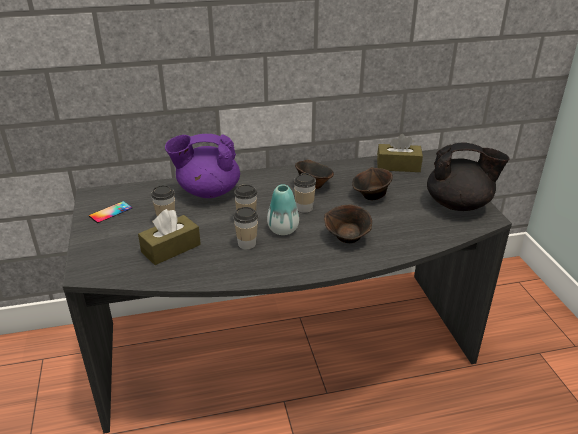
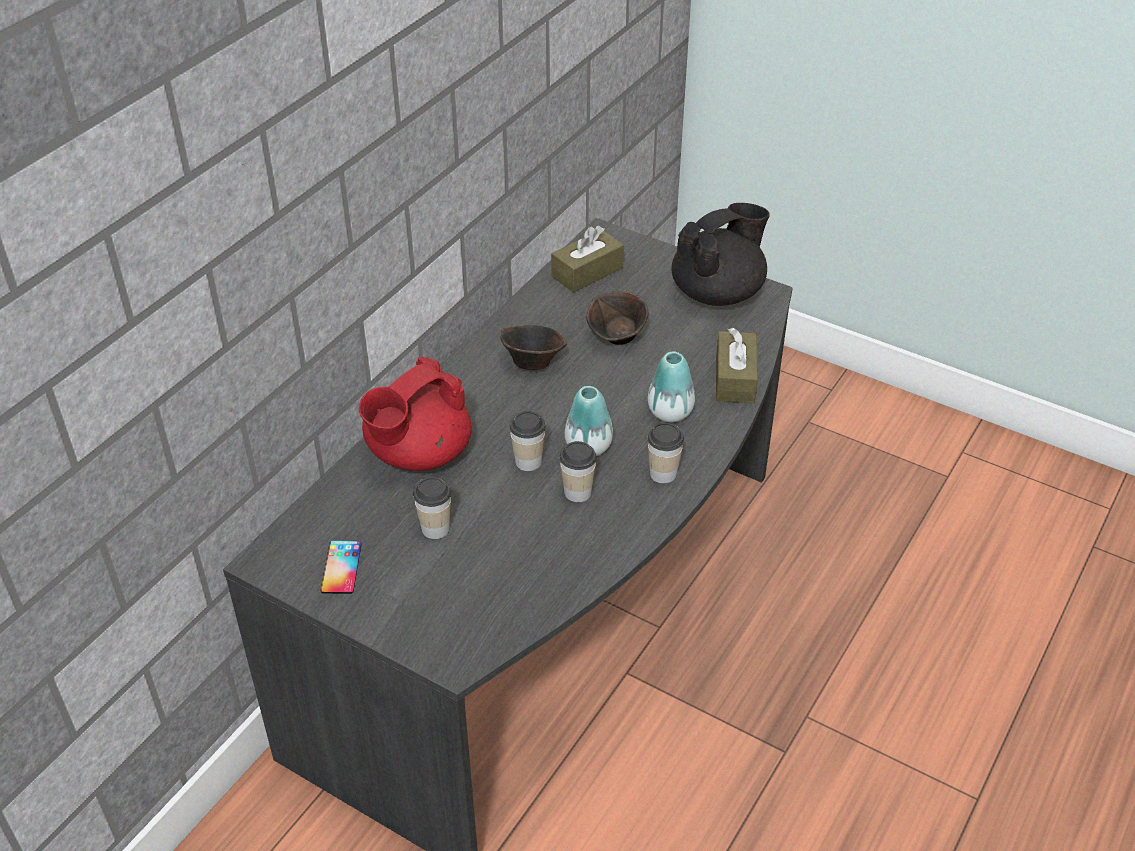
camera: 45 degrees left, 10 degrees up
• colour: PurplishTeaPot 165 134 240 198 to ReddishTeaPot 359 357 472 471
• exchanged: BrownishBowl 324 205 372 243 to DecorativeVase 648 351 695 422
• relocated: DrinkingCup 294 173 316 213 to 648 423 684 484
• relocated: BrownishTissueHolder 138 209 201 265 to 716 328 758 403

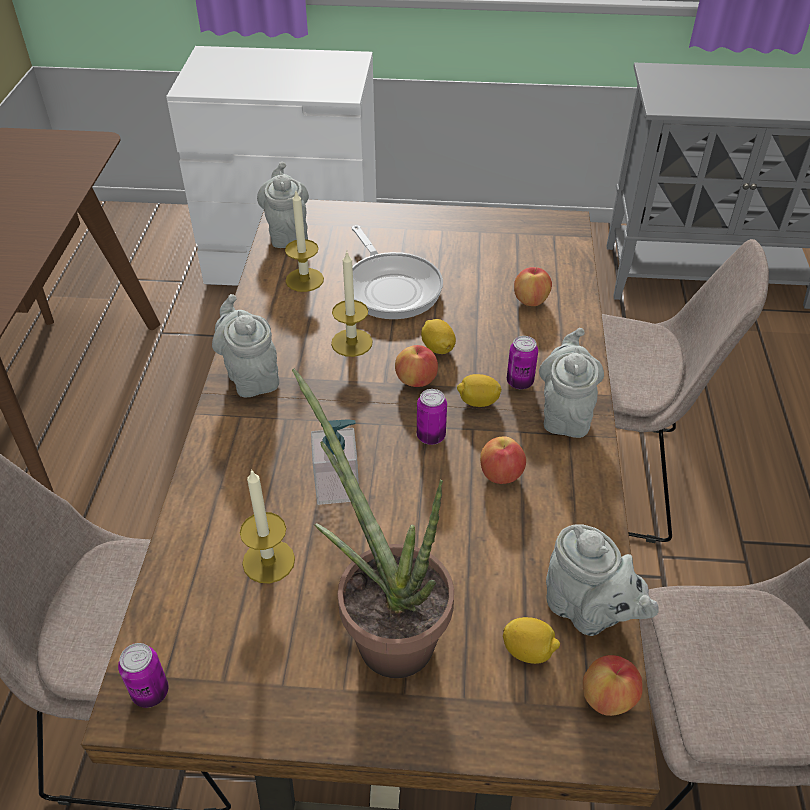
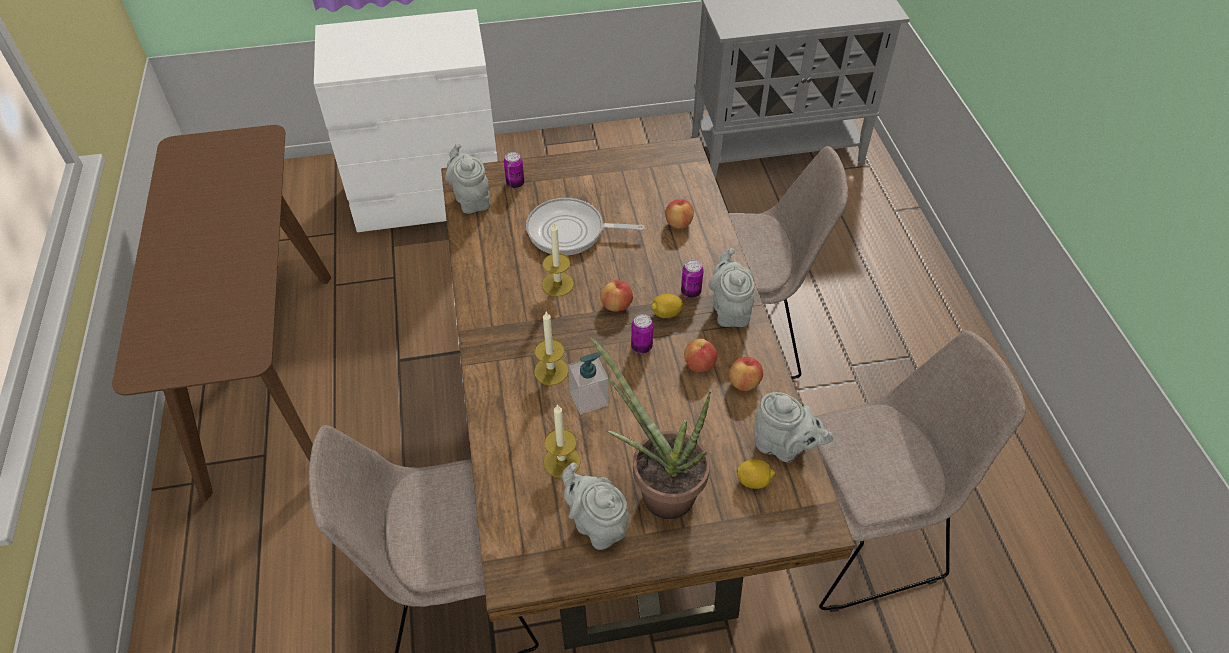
camera: 15 degrees left, 5 degrees up
• relocated: SealedCan 118 643 169 708 to 504 152 524 188
• spun: FryingPan 352 225 443 319 = 526 198 645 256 135 degrees clockwise
• relocated: WaxCandle 285 191 324 292 to 534 312 569 385
• relocated: GreyTeaPot 212 294 279 397 to 562 463 629 550
• relocated: AppleFruit 583 655 643 716 to 729 357 763 391
• missing: Lemon 421 319 456 354

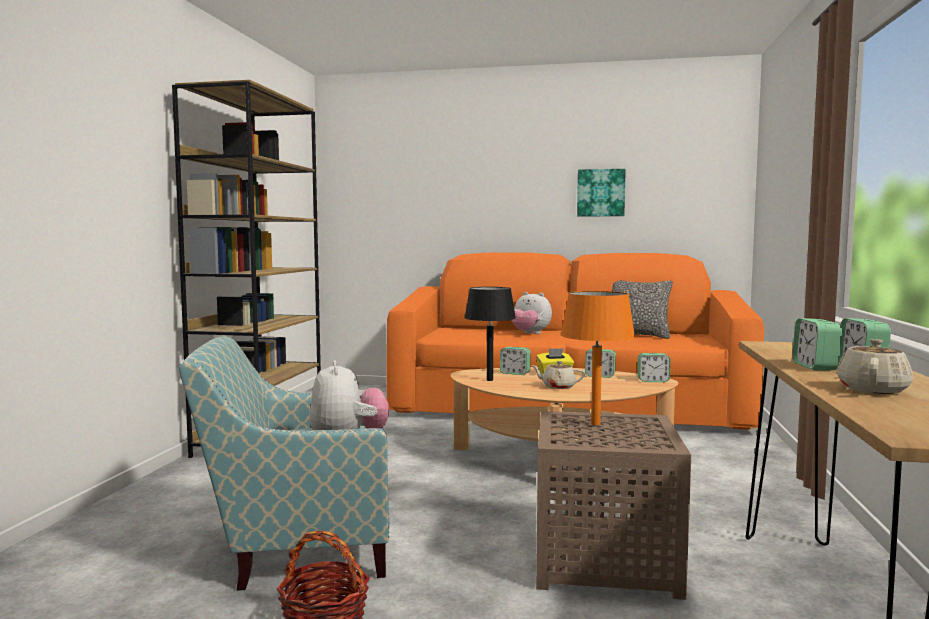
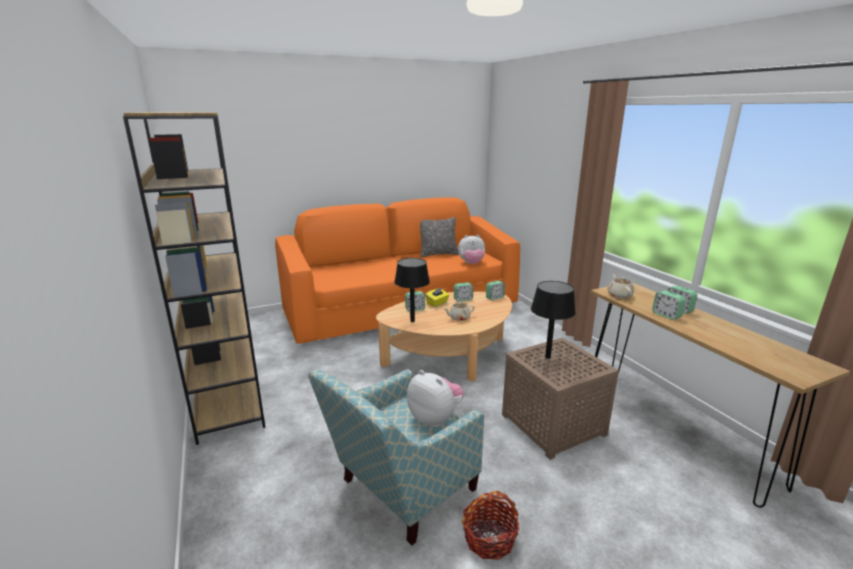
camera: 35 degrees left, 15 degrees up
• relocated: SoftToy 512 292 552 334 to 458 235 485 264
• colour: OrangeTabletopLamp 561 291 635 425 to BlackTabletopLamp 531 281 576 359
• relocated: SandColouredTeaPot 837 339 913 394 to 608 274 634 299
• missing: WallArt 577 169 626 217

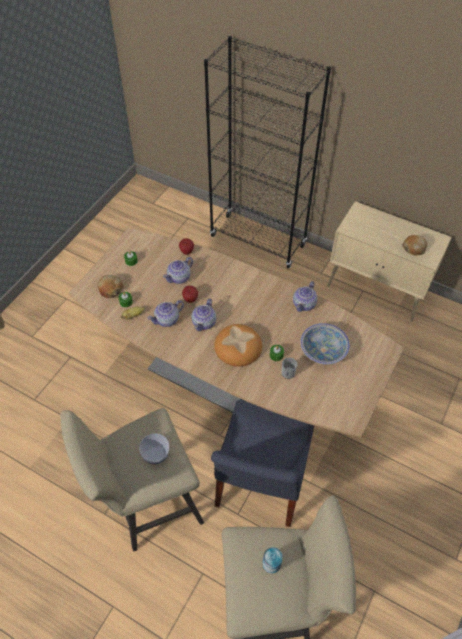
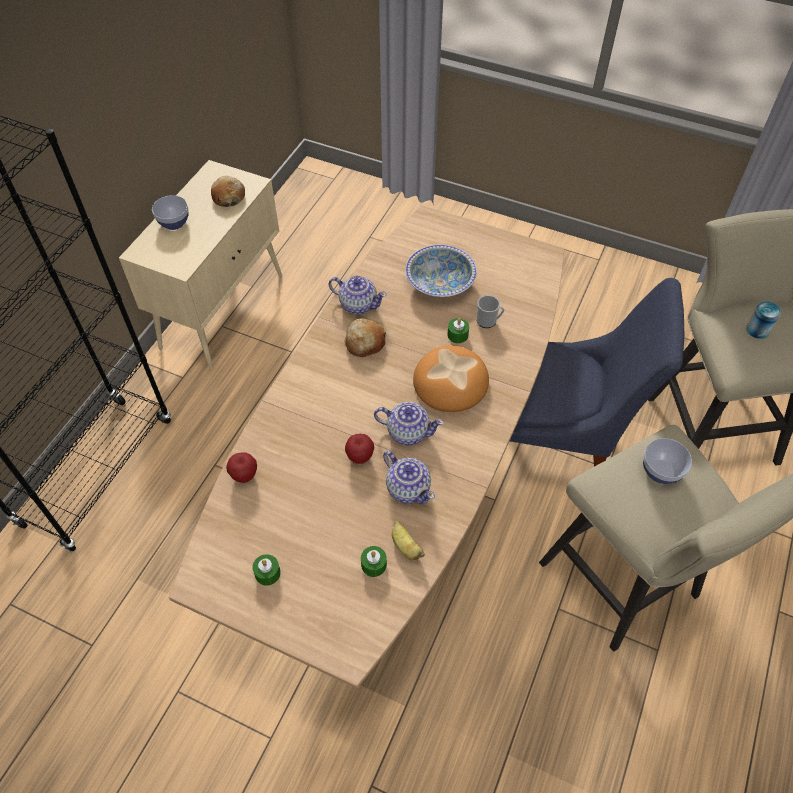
camera: 95 degrees left, 0 degrees up
• appeared: Bowl 152 195 188 230
• relocated: Bread 98 275 123 298 to 344 318 386 357
• missing: TeaPot 163 257 193 284

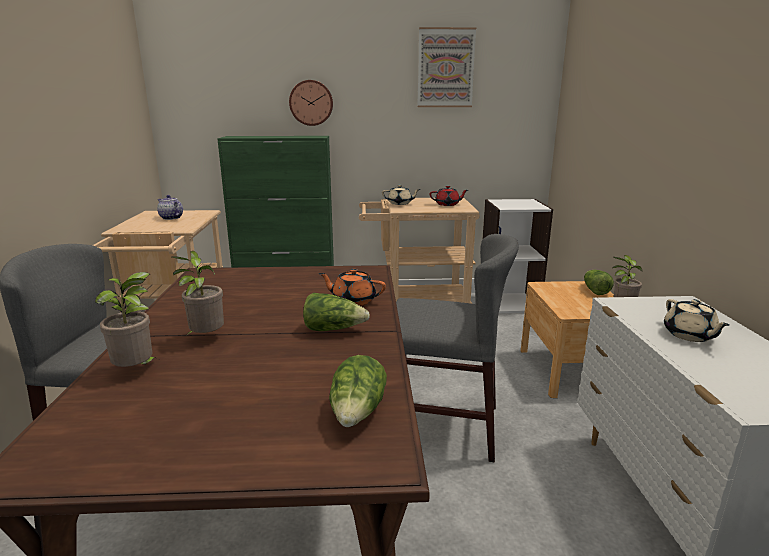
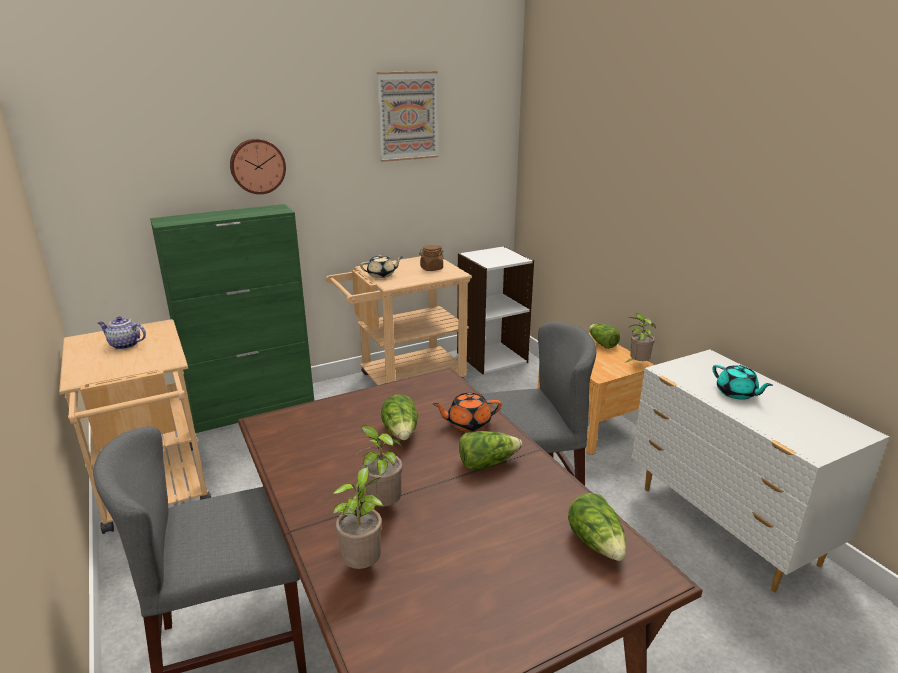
camera: 25 degrees left, 5 degrees up
• appeared: Lettuce 381 394 418 440
• exchanged: ReddishTeaPot 430 186 468 206 to BrownishJar 419 245 444 271
• colour: SandColouredTeaPot 664 299 730 342 to TurquoiseTeaPot 712 365 773 400

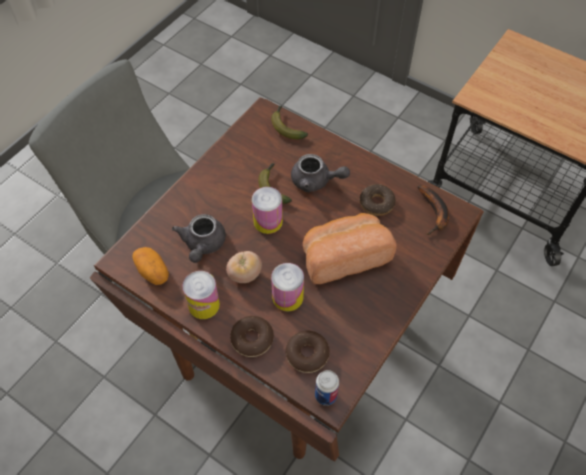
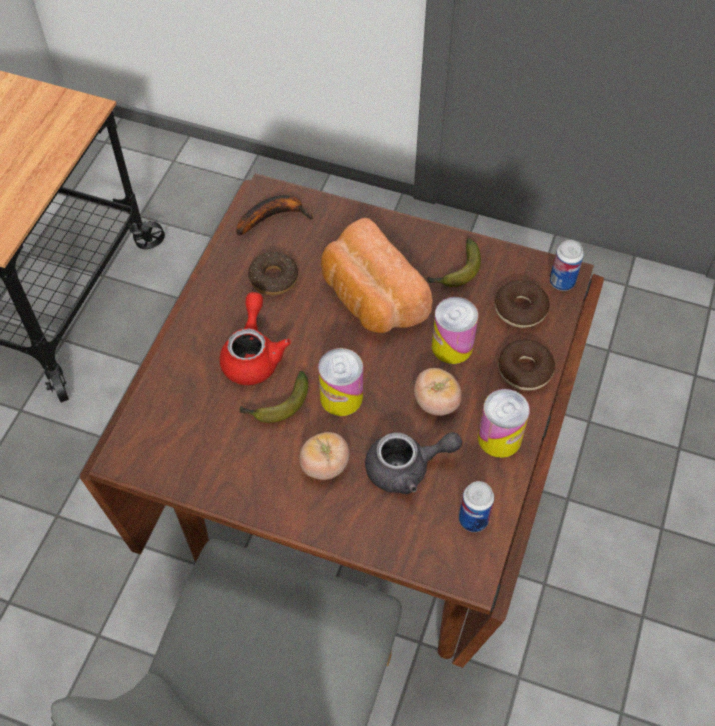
camera: 105 degrees left, 0 degrees up
• colour: GreyTeaPot 291 154 350 192 to ReddishTeaPot 219 292 291 385
• appeared: Tomato 299 432 349 480
• relocated: Banana 271 105 308 139 to 427 238 481 287
• exchanged: Spud 132 247 169 285 to SealedCan 459 481 494 532

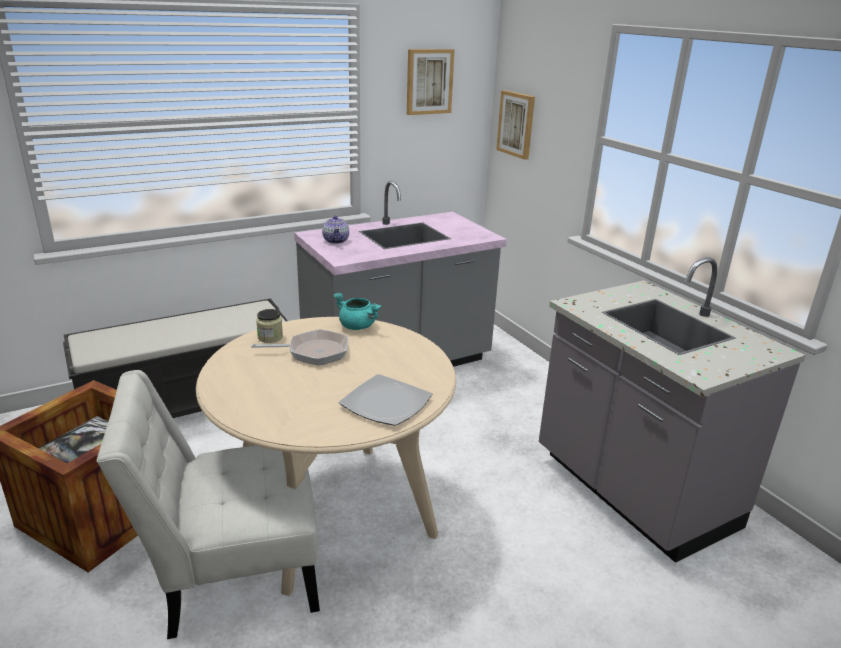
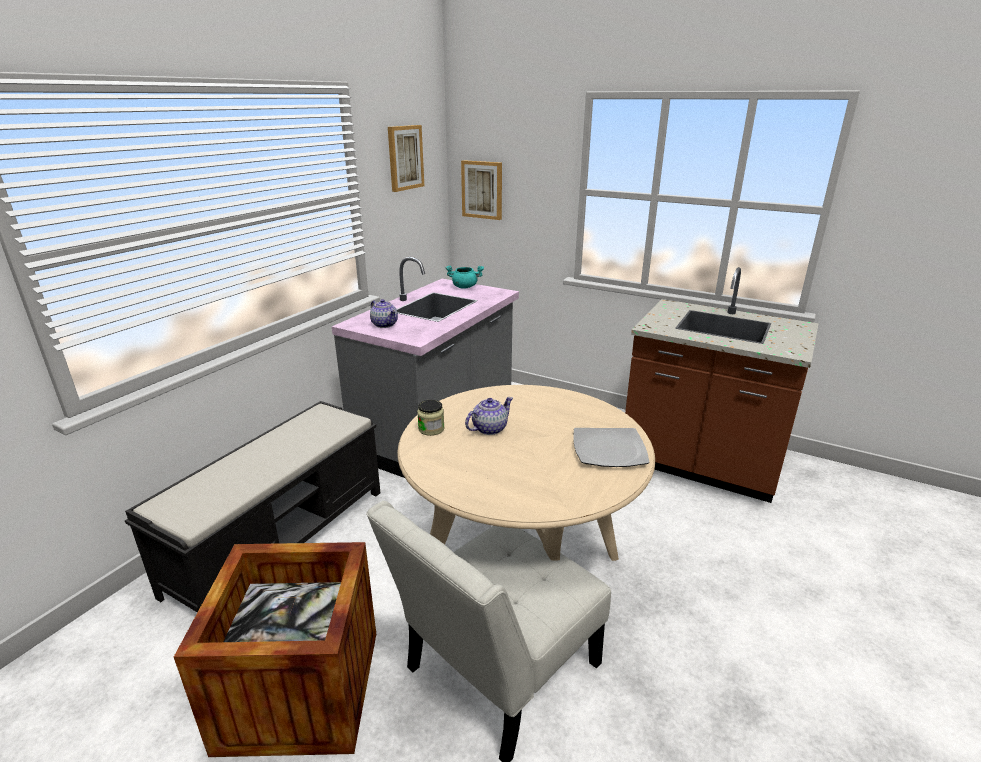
camera: 30 degrees left, 0 degrees up
• relocated: TurquoiseSaucepot 333 293 382 330 to 446 266 484 289
• exchanged: FryingPan 251 329 348 365 to TeaPot 465 397 513 435
• colour: GreyKitchenBaseUnit 539 257 806 563 to BrownishKitchenBaseUnit 625 267 819 503

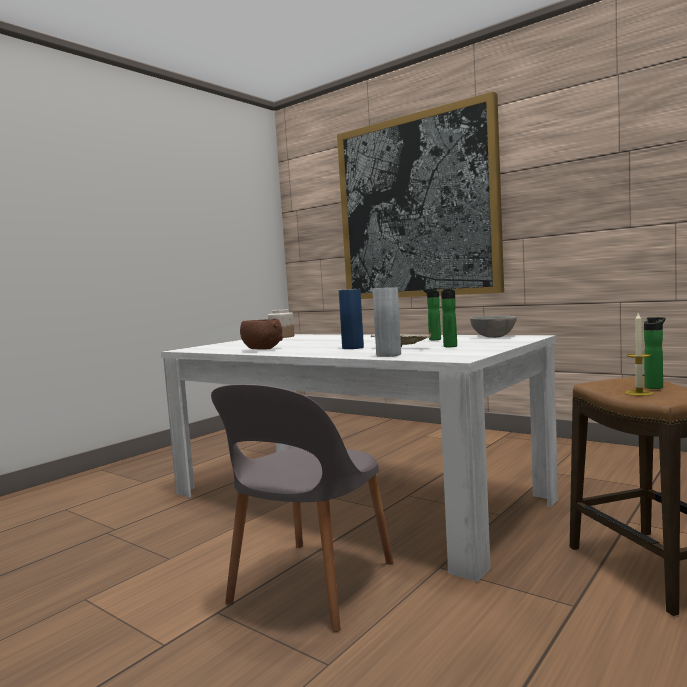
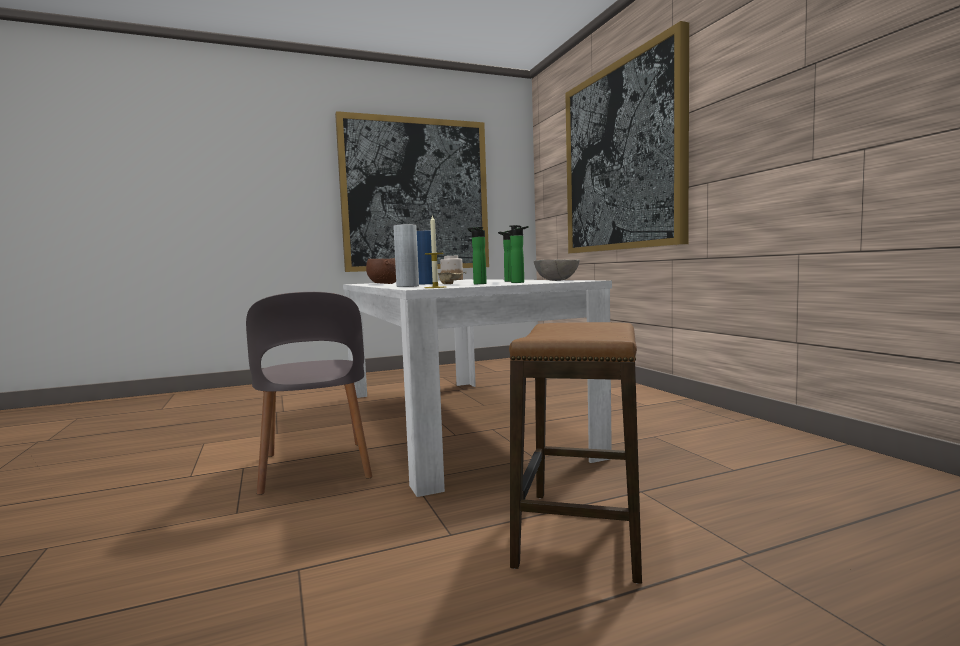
camera: 30 degrees right, 0 degrees up
• spun: GreyPlainChair 211 384 394 632 = 246 292 372 495 75 degrees counterclockwise
• appeared: WallArt 335 111 489 272
• relocated: WaxCandle 625 313 653 396 to 425 214 446 288
• relocated: BeverageBottle 644 317 666 389 to 509 225 528 283

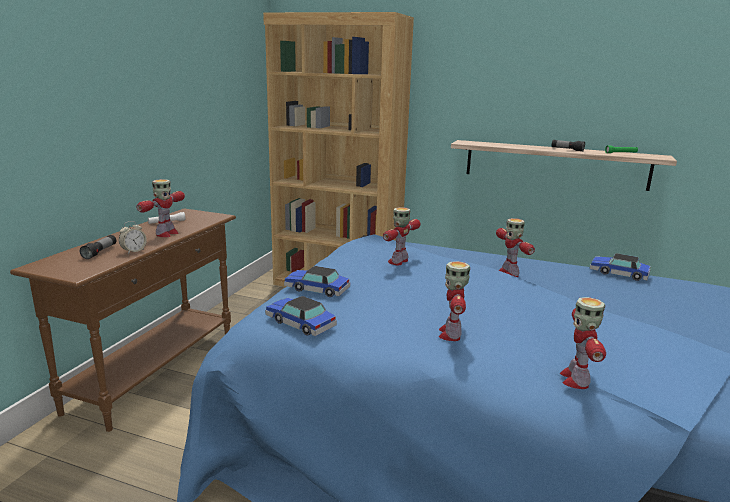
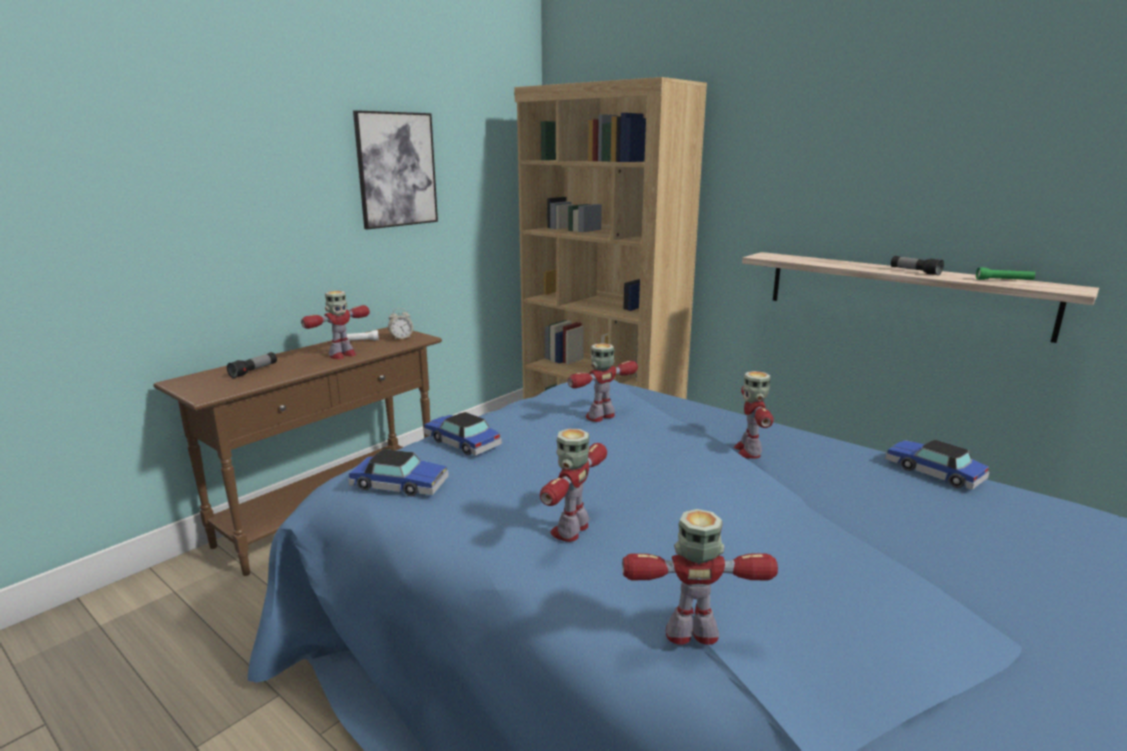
camera: 20 degrees right, 0 degrees up
• spun: ToyCar 265 296 337 336 = 348 449 449 496 135 degrees clockwise
• appeared: WallArt 353 110 438 229
• relocated: AlarmClock 119 221 147 254 to 388 308 413 340
• spun: ToyRobot 560 297 606 389 = 622 509 778 645 60 degrees clockwise

